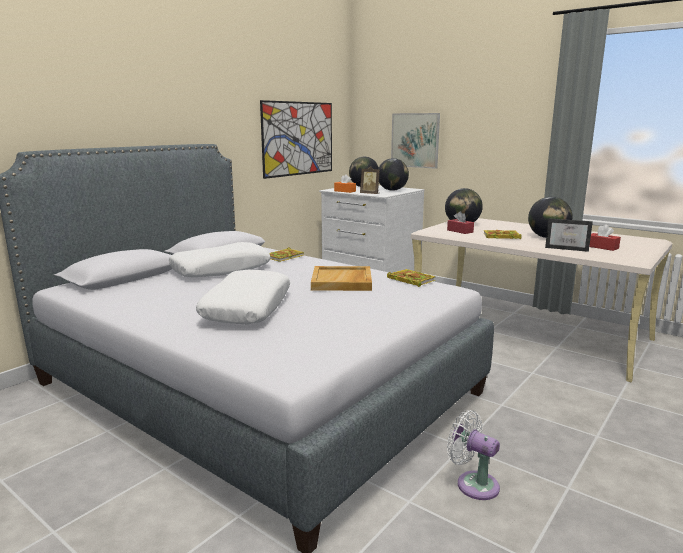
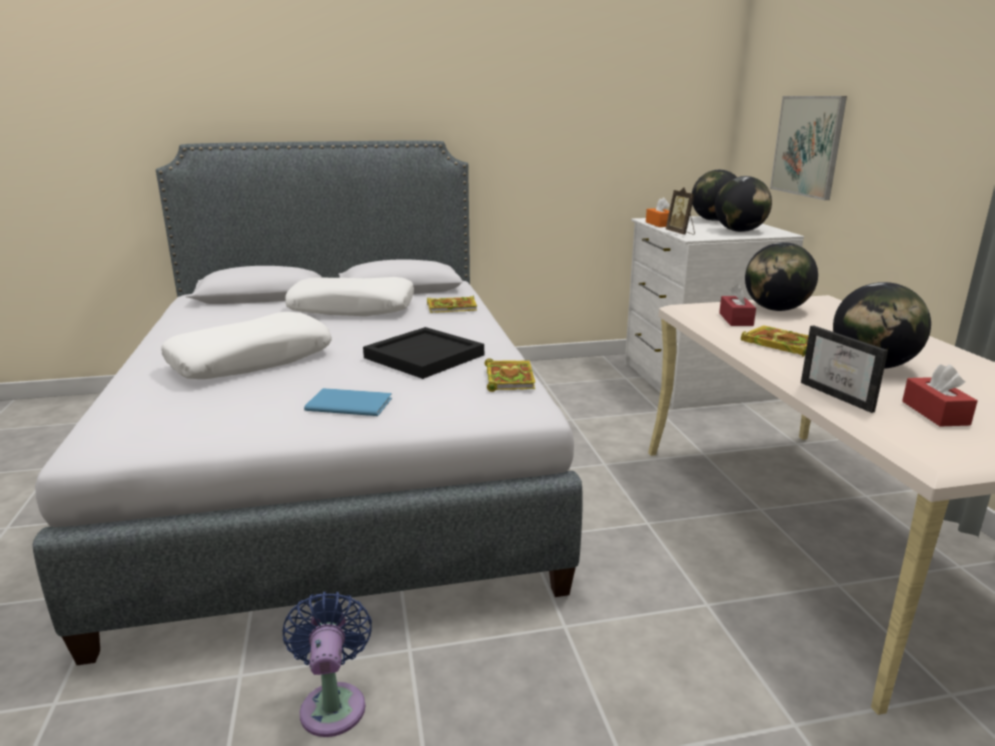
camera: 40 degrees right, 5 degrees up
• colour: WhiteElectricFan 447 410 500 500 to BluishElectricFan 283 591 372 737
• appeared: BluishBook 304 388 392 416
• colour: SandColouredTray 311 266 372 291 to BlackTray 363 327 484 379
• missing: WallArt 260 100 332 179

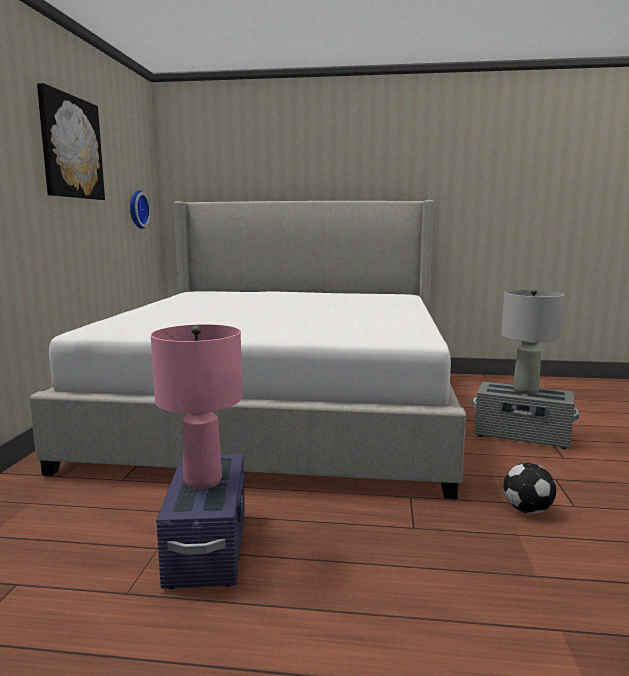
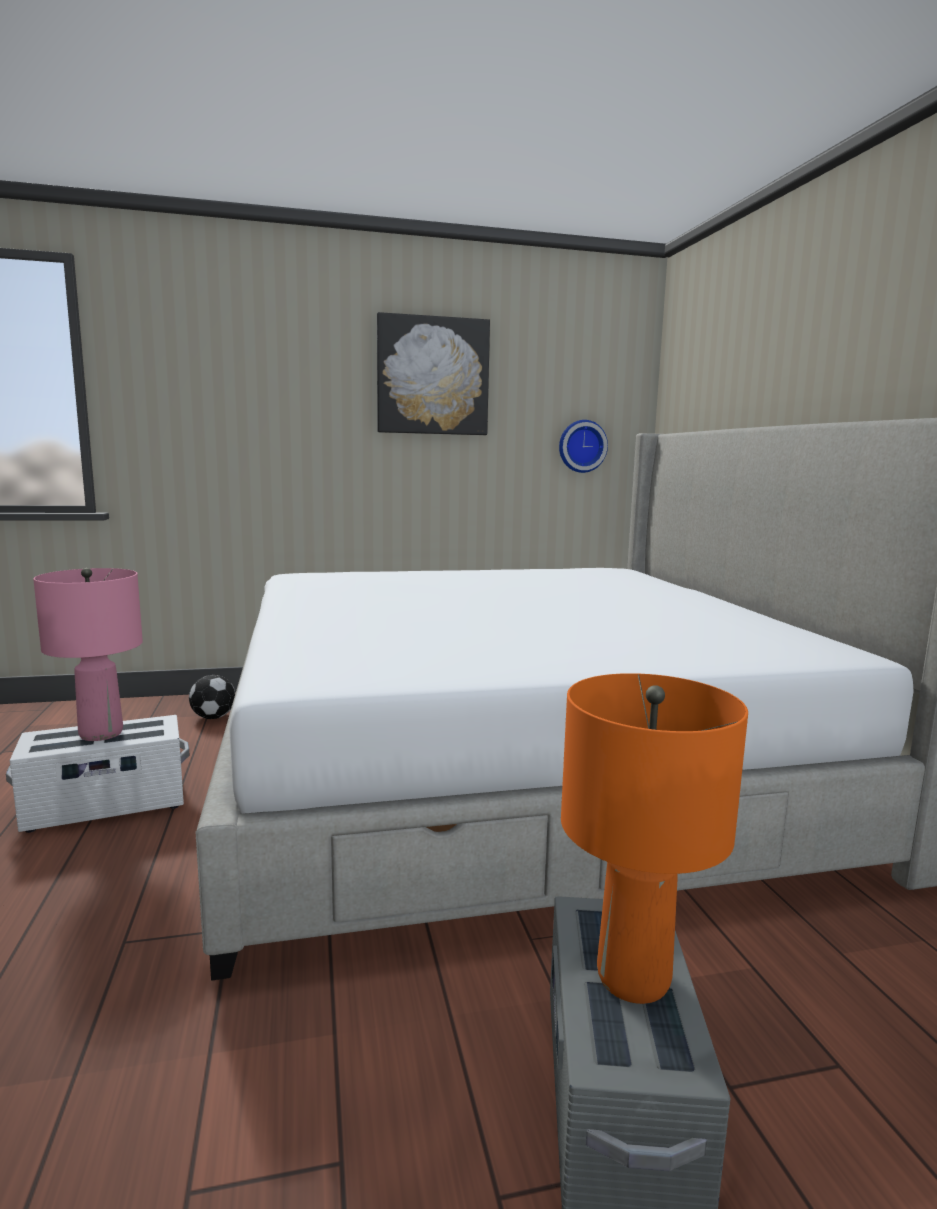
camera: 70 degrees right, 0 degrees up
• colour: PurplishStorageBin 156 454 245 589 to WhiteStorageBin 6 715 190 833
• relocated: BallForFootball 503 463 556 514 to 189 675 235 719
• colour: GreyTabletopLamp 501 289 564 394 to OrangeTabletopLamp 561 673 748 1004

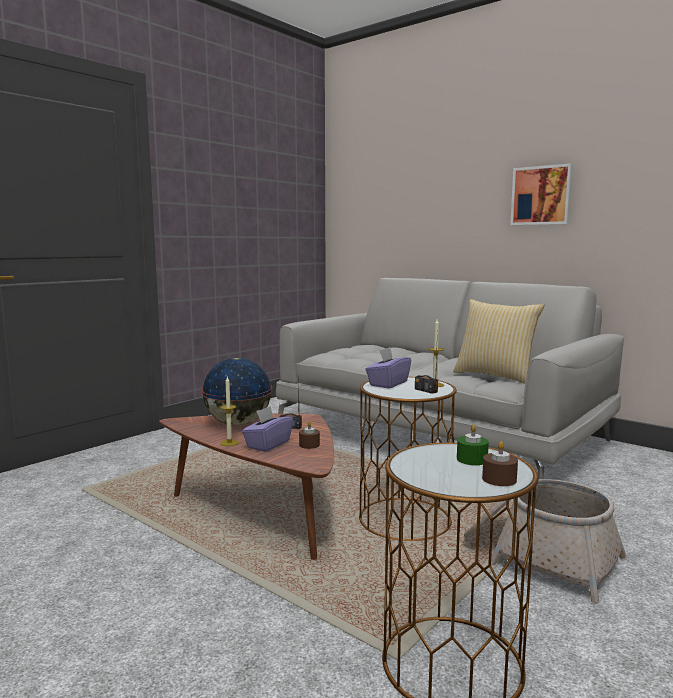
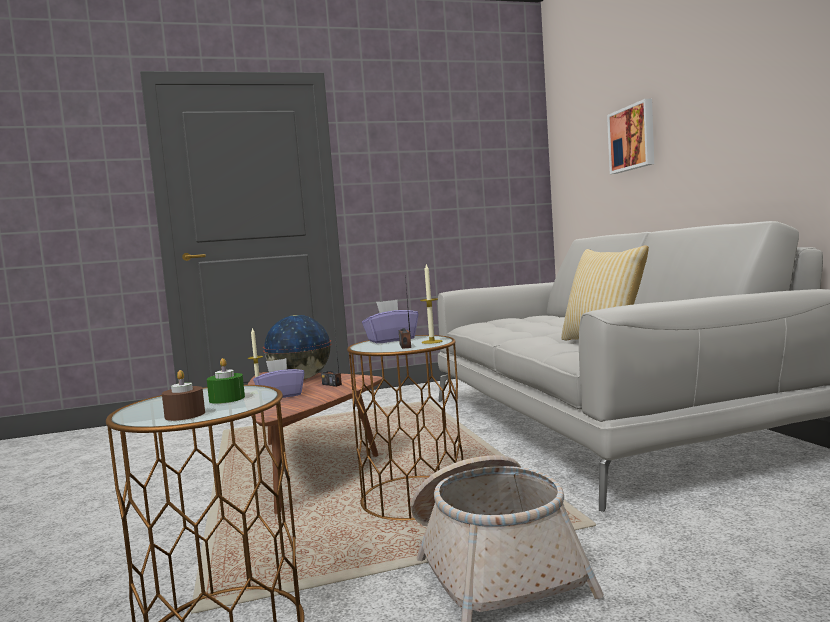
camera: 35 degrees right, 5 degrees down
• relocated: WallArt 510 163 573 225 to 607 99 654 174
• missing: BrownishWaxCandle 299 421 320 449

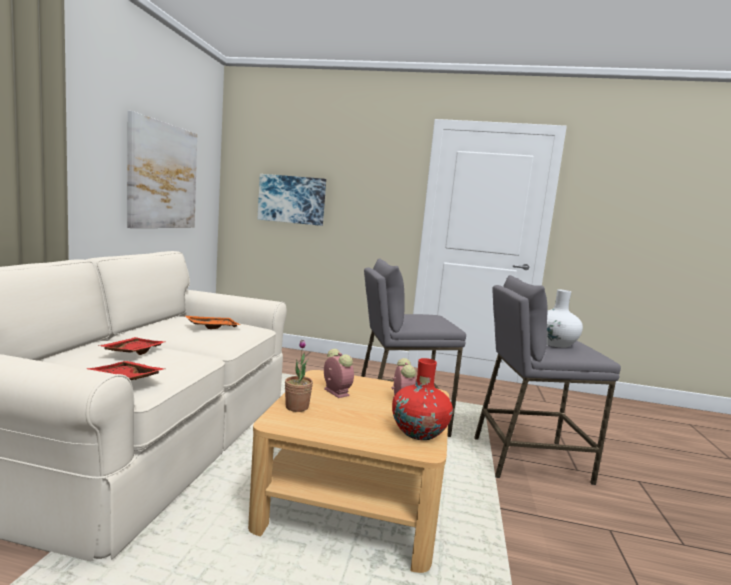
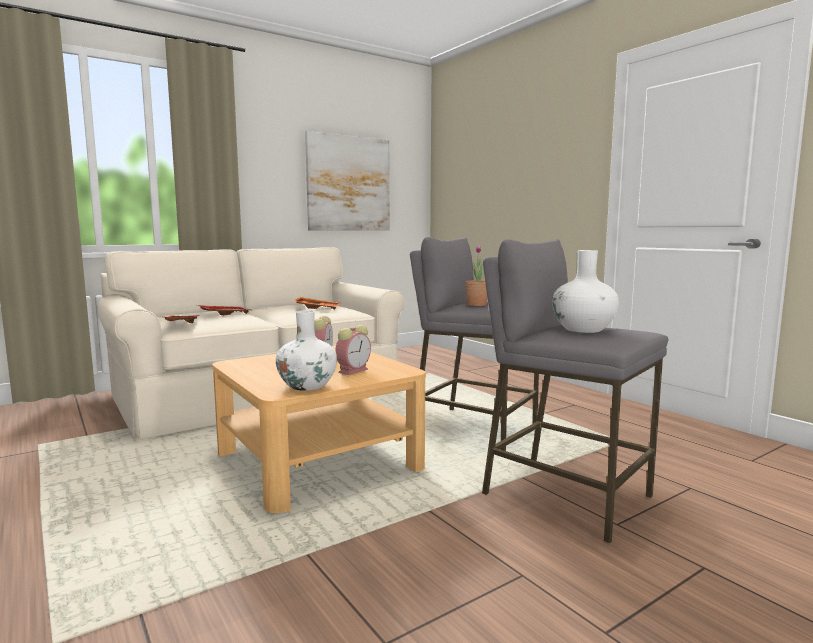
camera: 45 degrees right, 0 degrees up
• colour: ReddishDecorativeVase 392 358 453 440 to WhiteDecorativeVase 276 310 337 391
• relocated: PlantInAPot 285 340 313 412 to 465 246 487 306
• missing: WallArt 258 174 326 226

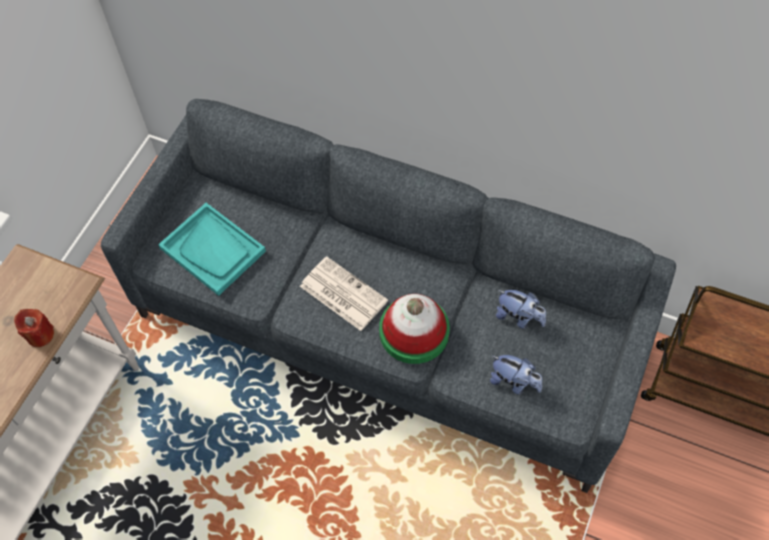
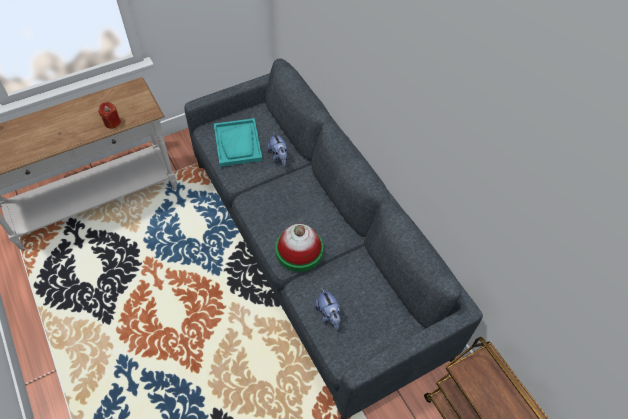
camera: 35 degrees right, 5 degrees down
• relocated: SoftToy 496 290 546 329 to 267 132 288 166
• missing: Newspaper 300 256 388 331

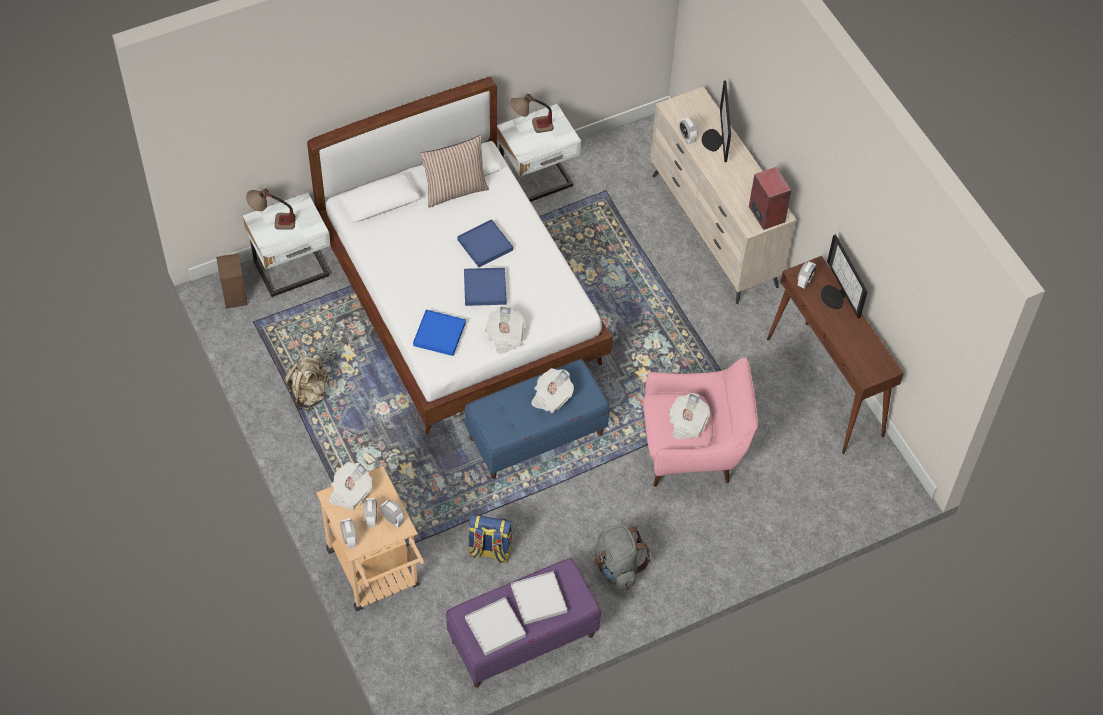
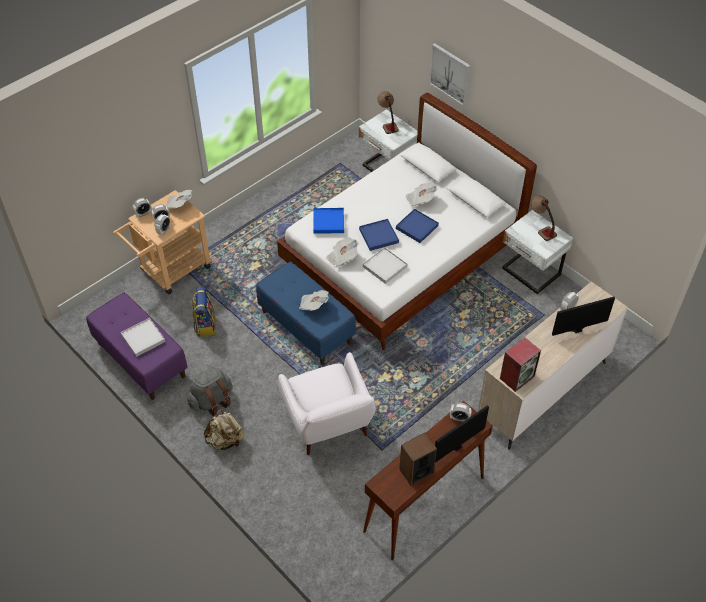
camera: 75 degrees right, 5 degrees down
• relocated: SandColouredBackpack 285 357 329 411 to 204 409 244 450
• colour: PinkColouredEasyChair 643 357 758 487 to WhiteEasyChair 278 352 376 455
• relocated: WhiteTray 465 597 526 655 to 363 247 407 284
• relocated: AudioSpeaker 216 253 248 309 to 399 433 437 485
• relocated: Newspaper 669 393 710 439 to 406 182 437 207
• appeared: WallArt 429 43 470 106
• missing: Cushion 420 135 489 208

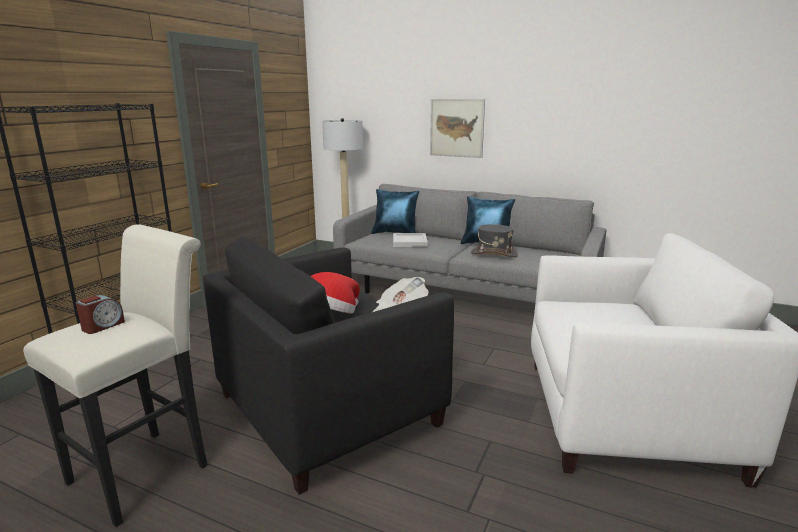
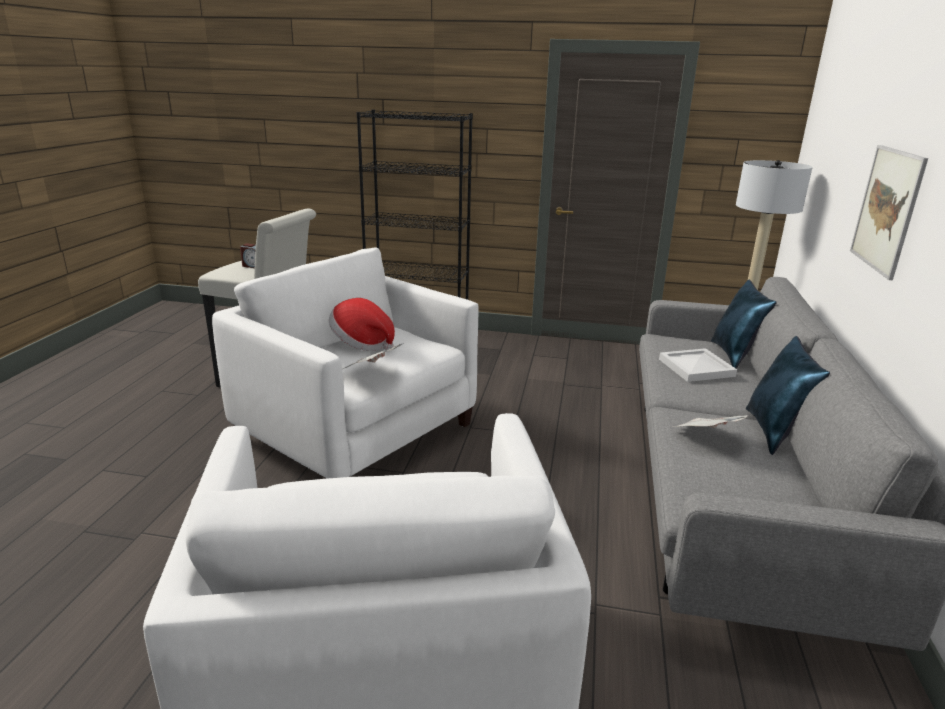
camera: 75 degrees right, 5 degrees up
• colour: BlackEasyChair 203 237 454 495 to WhiteEasyChair 212 247 478 479
• exchanged: GreyWearableHat 471 224 518 258 to Newspaper 672 415 749 428

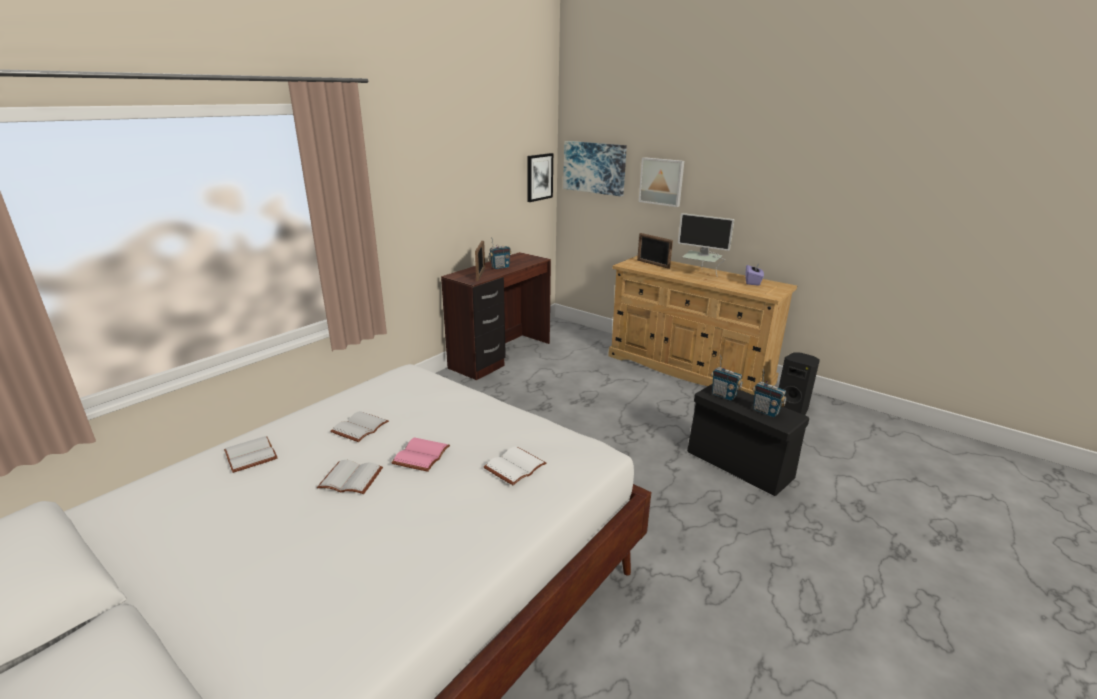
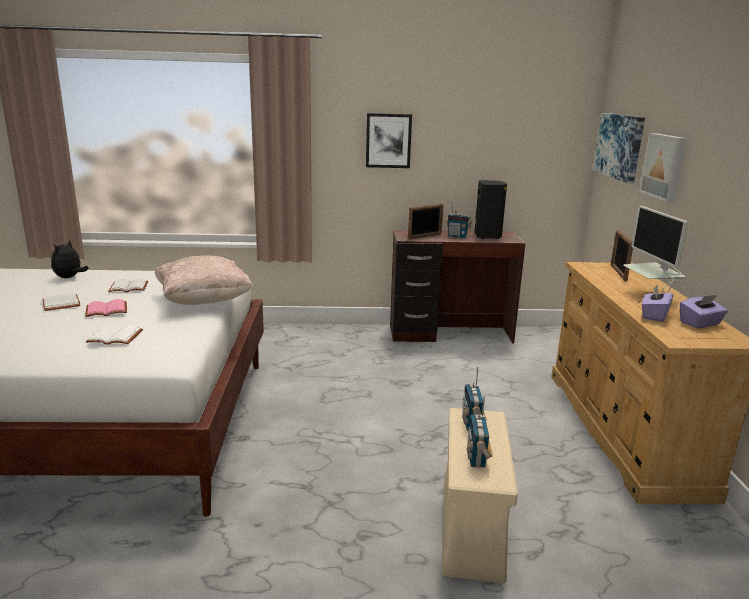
camera: 50 degrees right, 5 degrees down
• exchanged: WhiteBook 224 436 278 473 to SoftToy 51 239 89 278
• appeared: SandColouredCushion 155 255 253 305
• relocated: WallArt 527 153 553 202 to 366 113 412 168
• colour: BlackStorageBin 687 384 809 496 to SandColouredStorageBin 442 408 518 583
• relocated: BlackAudioSpeaker 779 352 820 415 to 474 180 507 239
• appeared: PurplishTissueHolder 642 285 673 322

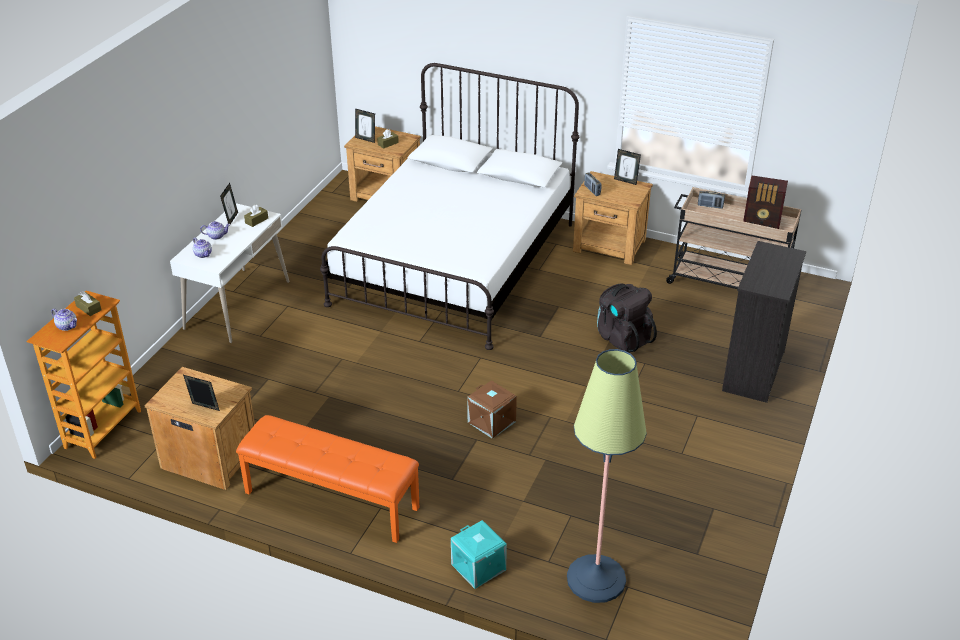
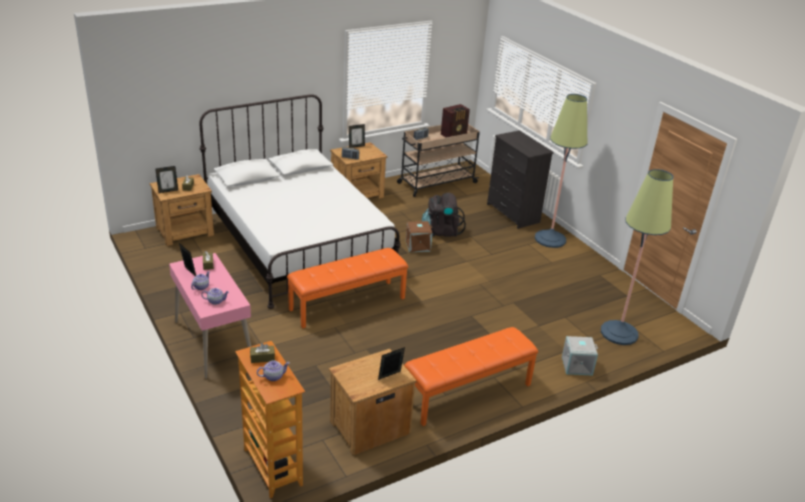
camera: 55 degrees left, 5 degrees down
• colour: WhiteDeskUnit 170 203 289 343 to PinkColouredDeskUnit 169 253 251 379
• appeared: OrangeBench 287 248 408 328
• relocated: BrownishStorageBin 467 380 517 439 to 406 221 432 252
• appeared: StandardLamp 535 94 588 248
• colour: TurquoiseStorageBin 451 520 507 589 to GreyStorageBin 562 336 598 376

